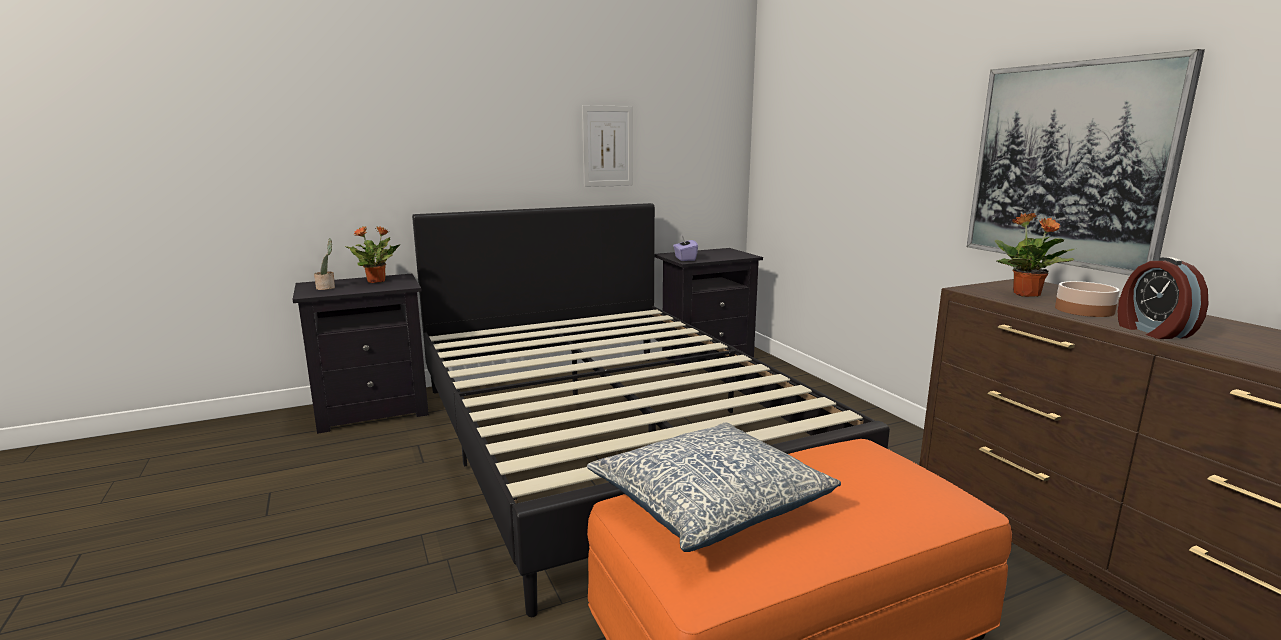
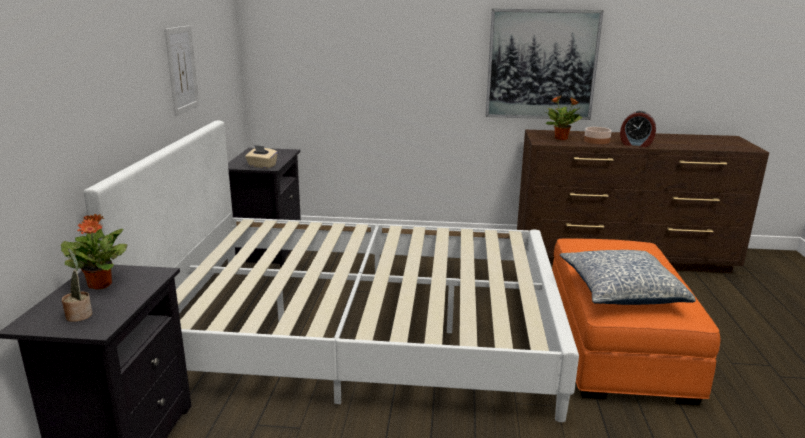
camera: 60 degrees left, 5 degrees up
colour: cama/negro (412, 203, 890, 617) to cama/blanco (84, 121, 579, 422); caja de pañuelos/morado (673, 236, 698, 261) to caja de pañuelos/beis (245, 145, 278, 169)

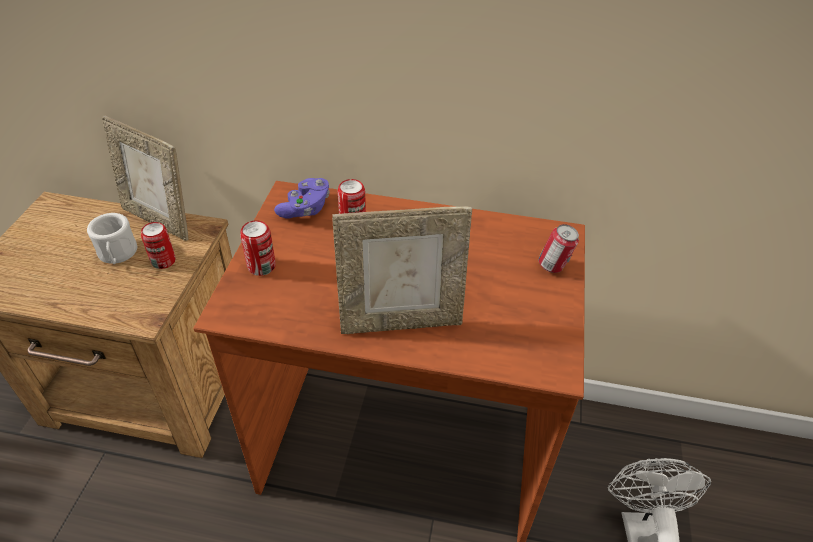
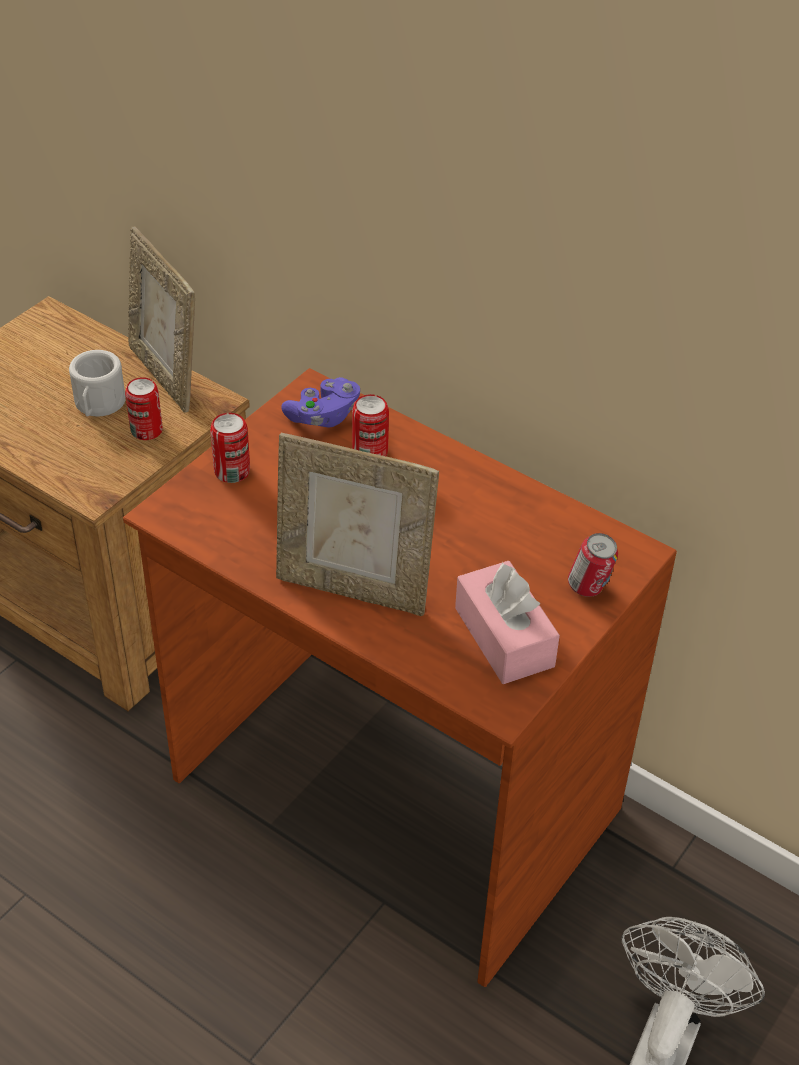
camera: 25 degrees right, 0 degrees up
appeared: caja de pañuelos/rosa (455, 561, 560, 684)

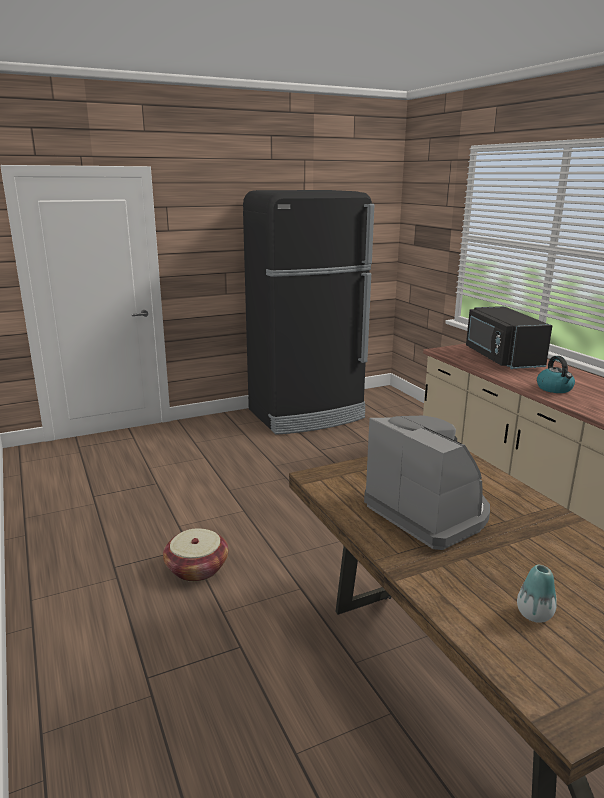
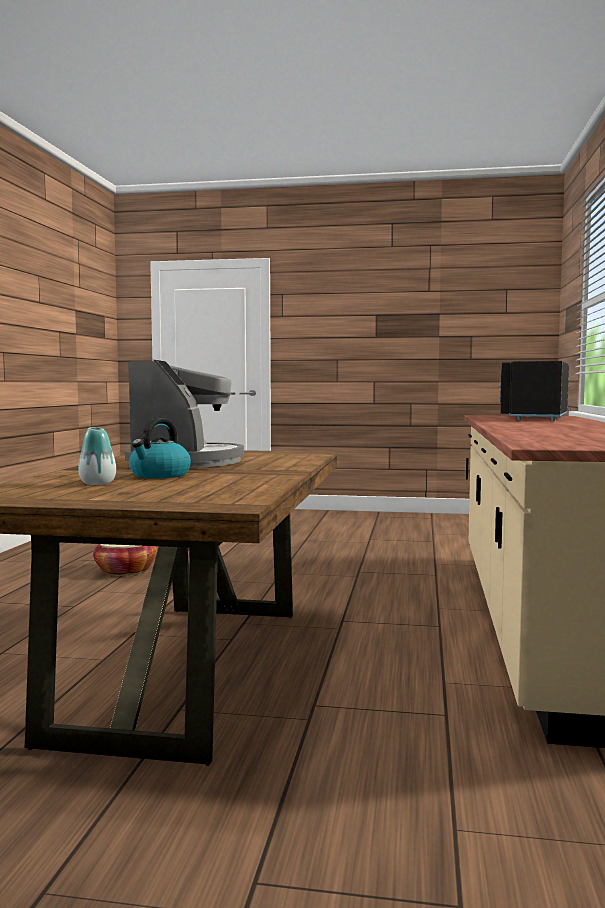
camera: 35 degrees right, 15 degrees down
missing: nevera/negro (243, 190, 375, 435)
relocated: hervidor (537, 356, 575, 393) to (129, 418, 191, 478)

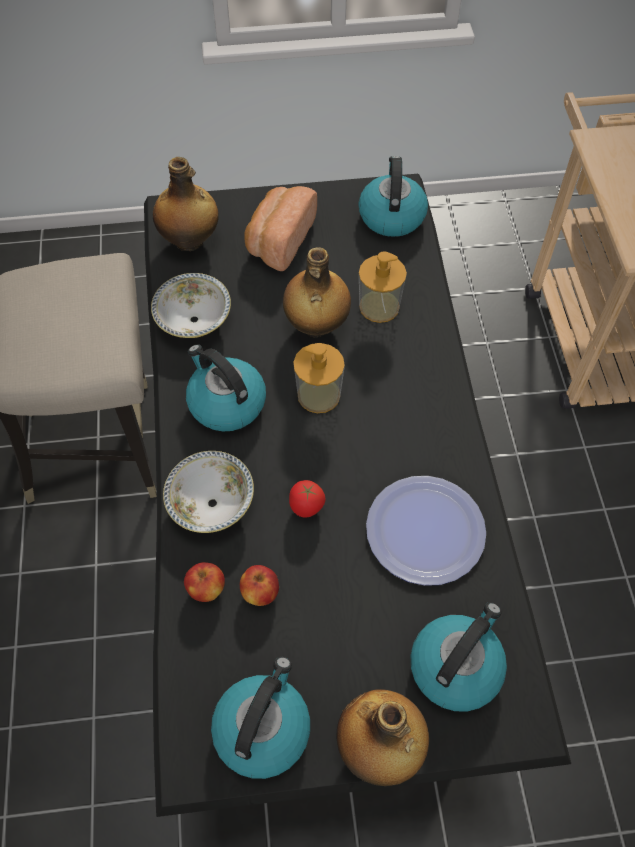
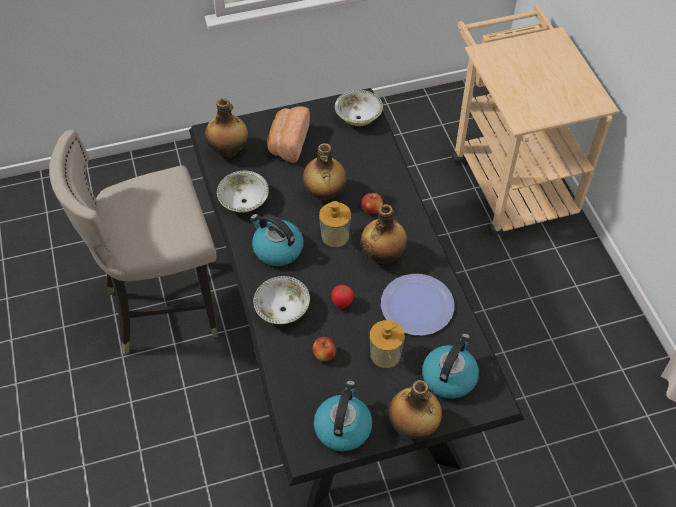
camera: 10 degrees left, 5 degrees down
appeared: botella (361, 204, 407, 265)
relocated: manzana (184, 562, 225, 602) to (361, 193, 383, 214); dispensador de jabón (359, 251, 407, 323) to (370, 320, 405, 368)
exchanged: hervidor (358, 156, 428, 237) to cuenco (335, 90, 383, 126)

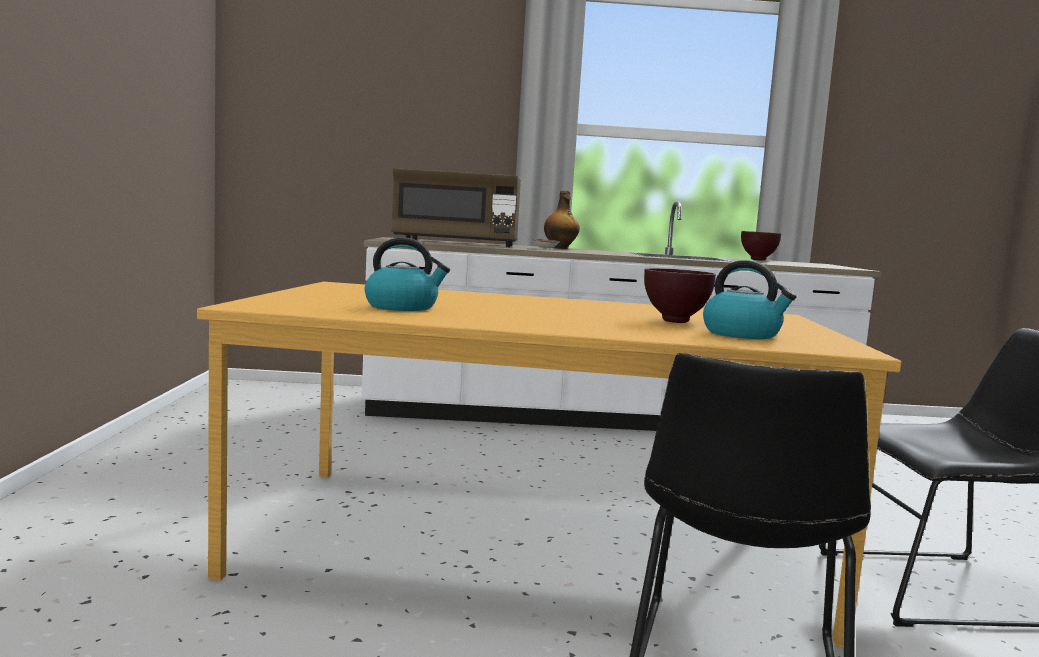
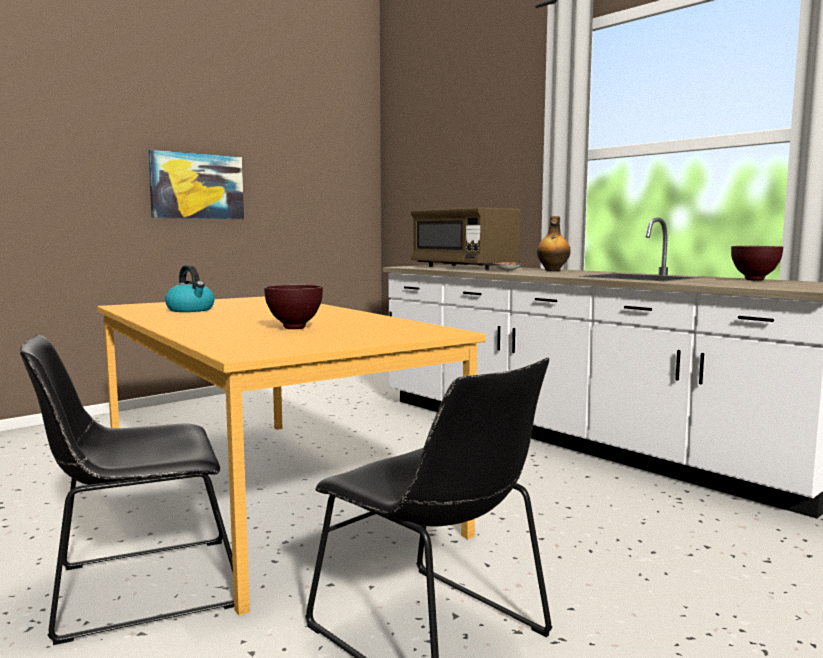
camera: 50 degrees right, 0 degrees up
missing: hervidor (703, 260, 796, 339)
appeared: cuadro (148, 149, 244, 219)

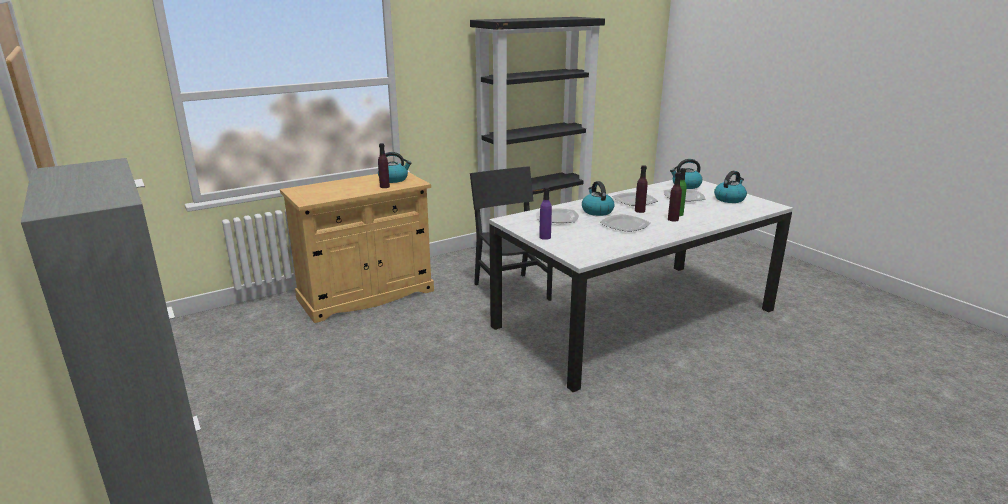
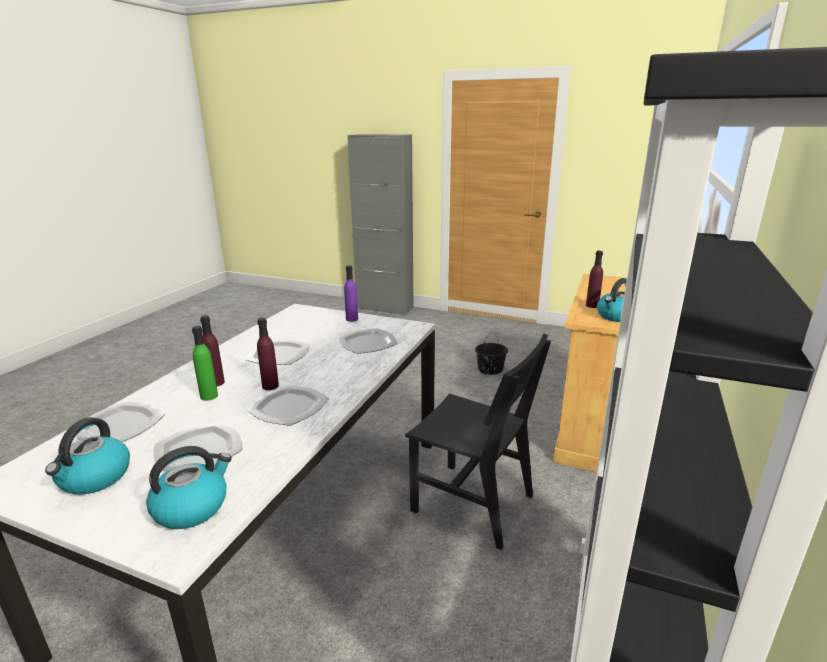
camera: 145 degrees right, 0 degrees up
missing: hervidor (582, 181, 615, 216)
appeared: plato (75, 401, 165, 442); cubo/negro (475, 333, 508, 375)

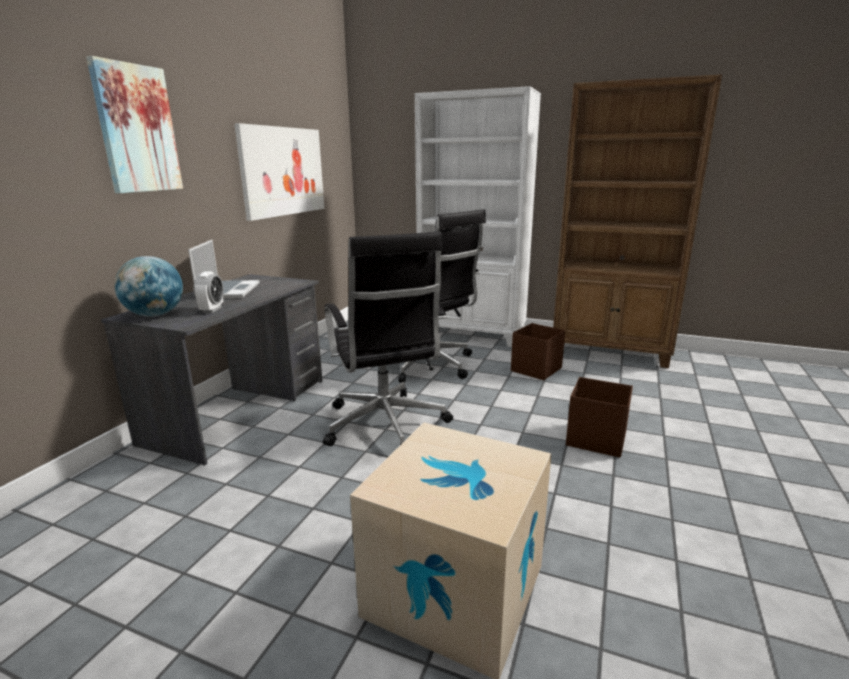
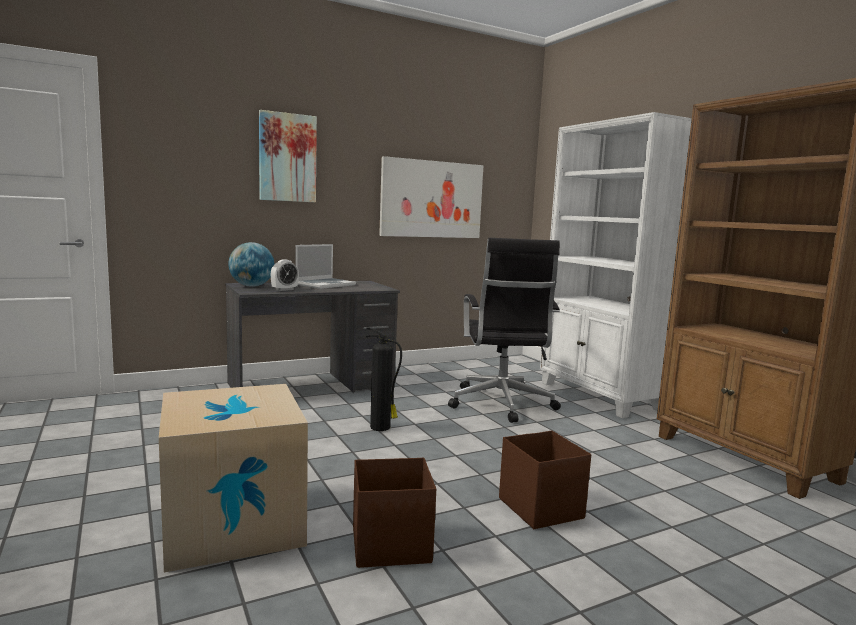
camera: 40 degrees right, 10 degrees down
relocated: caja de almacenaje/marrón (511, 323, 565, 380) to (353, 458, 436, 568)
exchanged: silla de oficina/negro (323, 231, 453, 446) to extintor (366, 328, 402, 431)

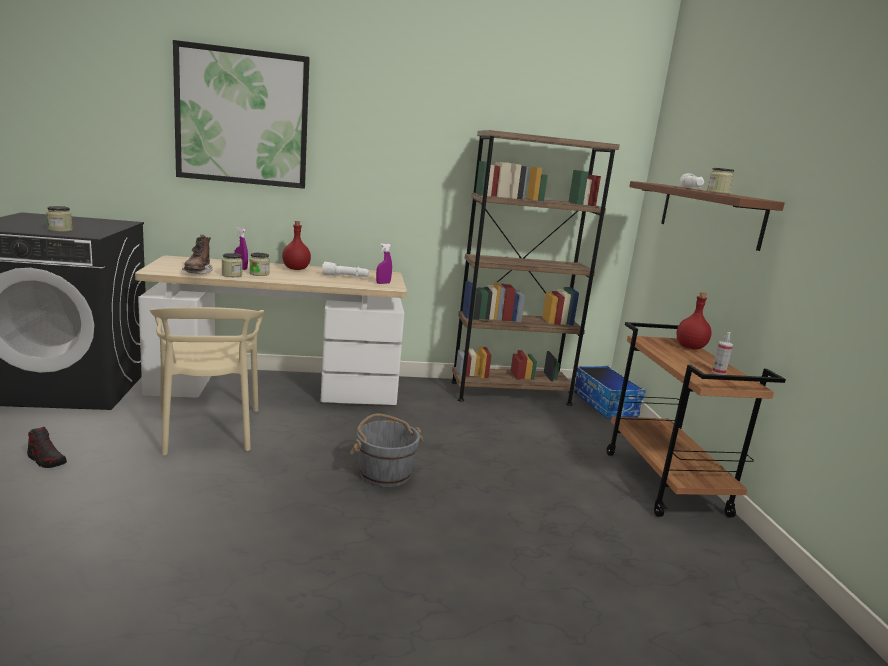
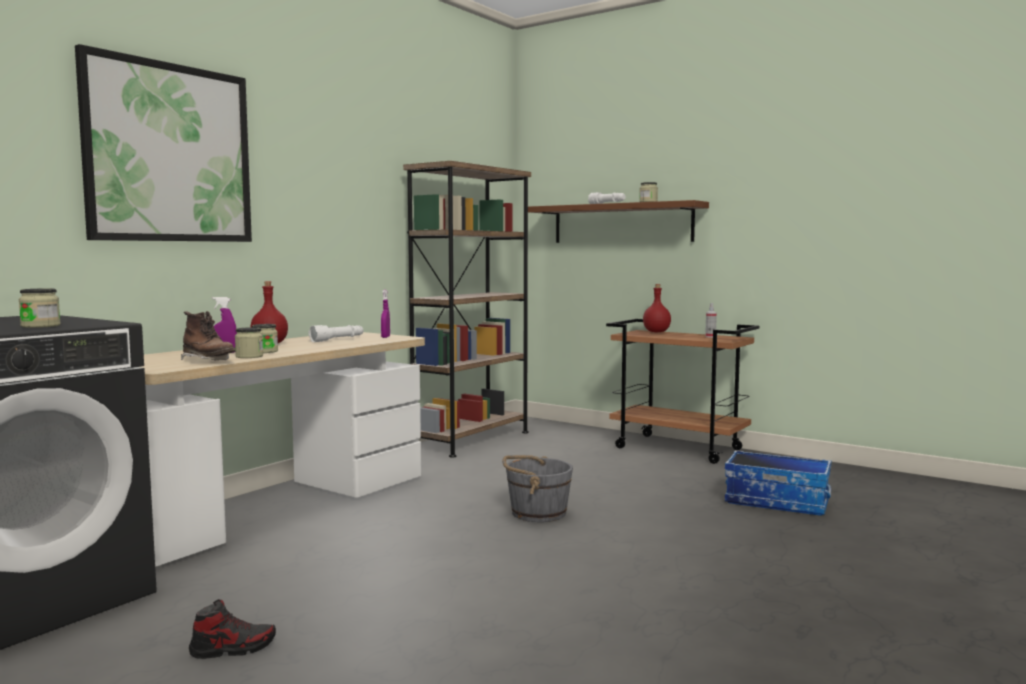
camera: 45 degrees left, 10 degrees down
missing: silla/beis (150, 307, 264, 456)
relocated: caja de almacenaje (573, 366, 646, 418) to (725, 450, 831, 516)

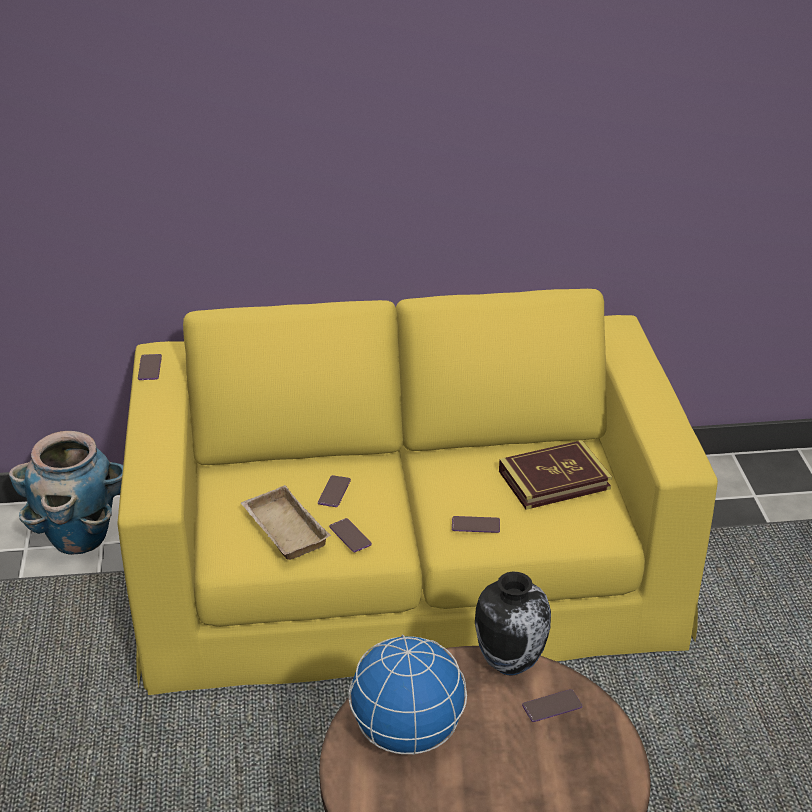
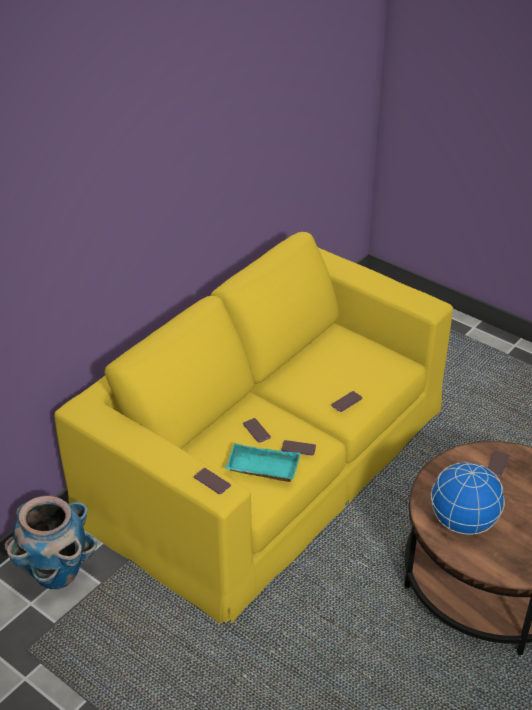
camera: 45 degrees left, 5 degrees up
missing: florero (475, 572, 551, 676); libro (499, 440, 612, 510)
relocated: móvil (138, 354, 162, 380) to (194, 468, 231, 494)
colour: bandeja/beis (241, 485, 331, 560) to bandeja/turquesa (225, 443, 301, 482)

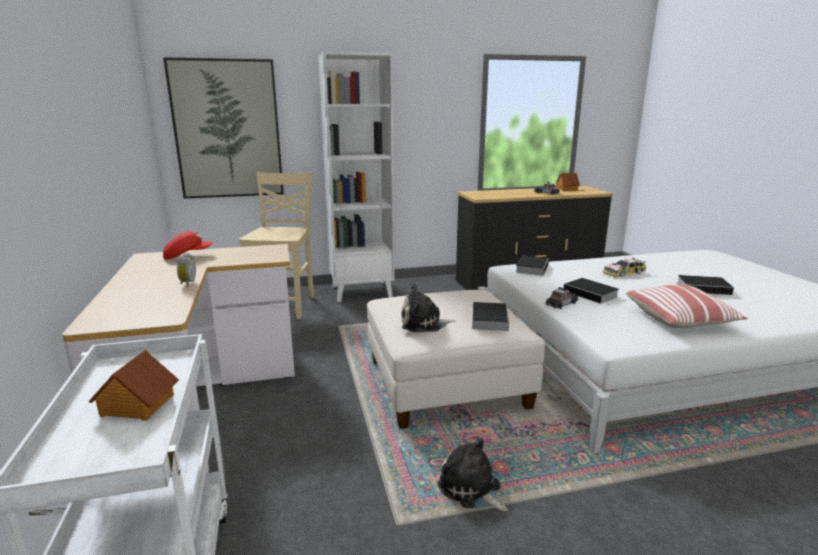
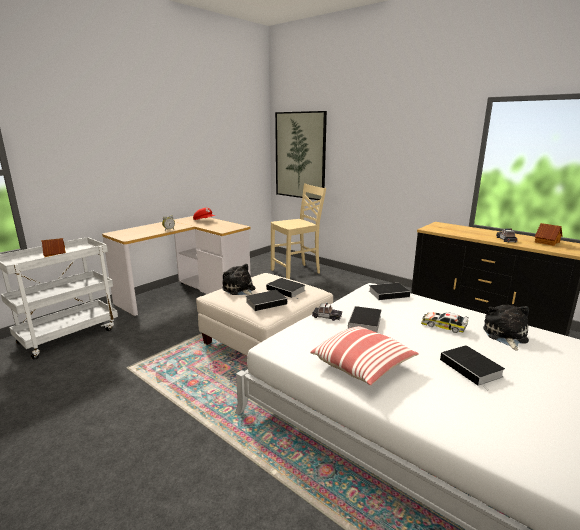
camera: 55 degrees right, 0 degrees up
missing: estantería/blanco (318, 51, 395, 302)
appeared: libro (266, 278, 305, 298)
relocated: peluche (438, 437, 508, 511) to (483, 305, 529, 351)

